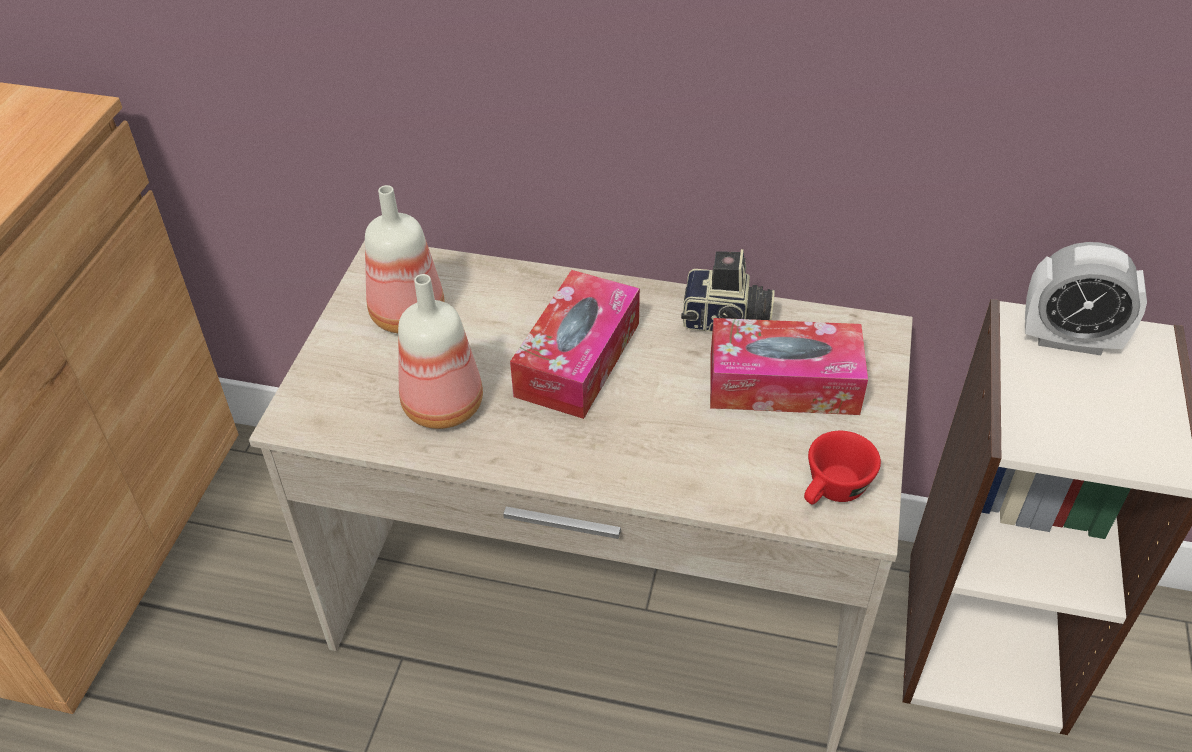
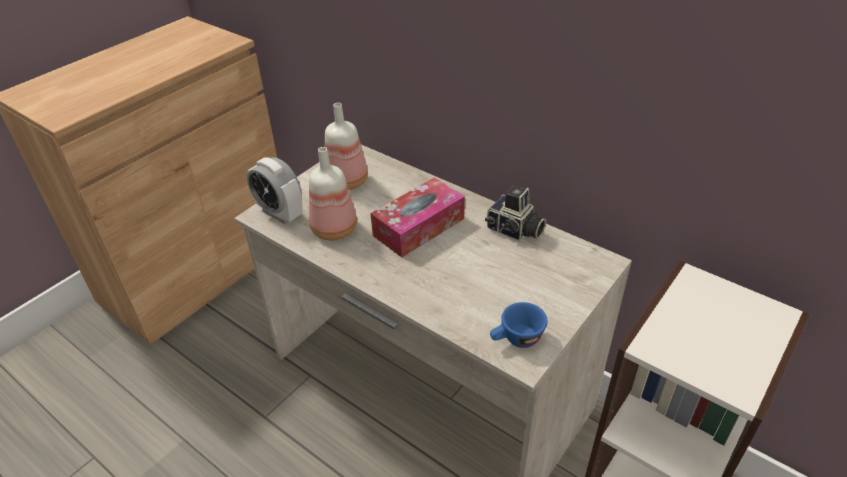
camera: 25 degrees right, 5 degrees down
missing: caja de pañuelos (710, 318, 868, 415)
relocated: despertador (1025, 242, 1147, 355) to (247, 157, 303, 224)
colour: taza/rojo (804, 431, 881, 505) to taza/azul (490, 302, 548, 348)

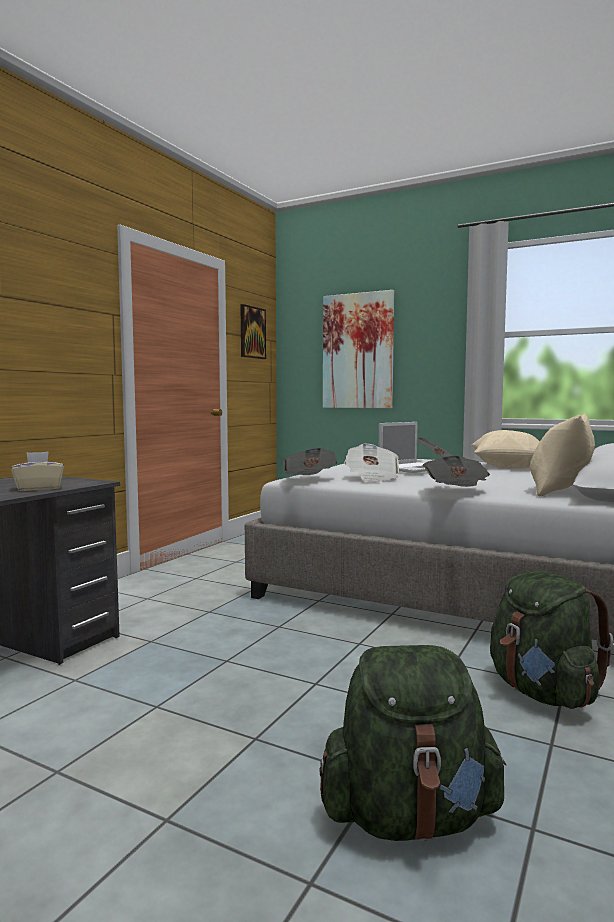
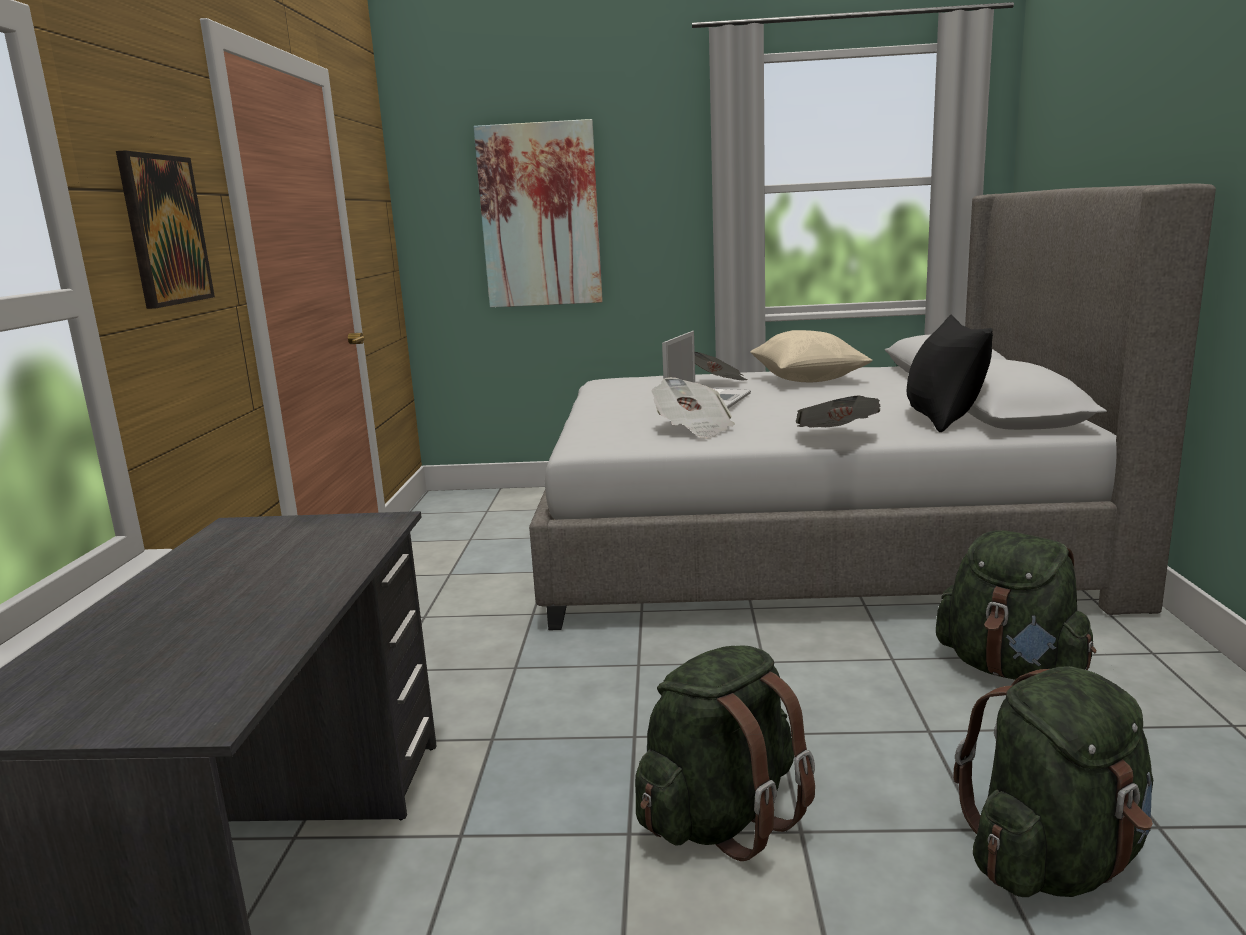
camera: 25 degrees left, 10 degrees up
missing: caja de pañuelos/beis (11, 452, 64, 491); periódico (283, 448, 337, 475)
appeared: mochila/verde (635, 646, 815, 861)
relocated: cuadro (240, 304, 266, 359) to (116, 150, 215, 309)
colour: cojín/beis (530, 413, 595, 496) to cojín/negro (907, 314, 993, 432)

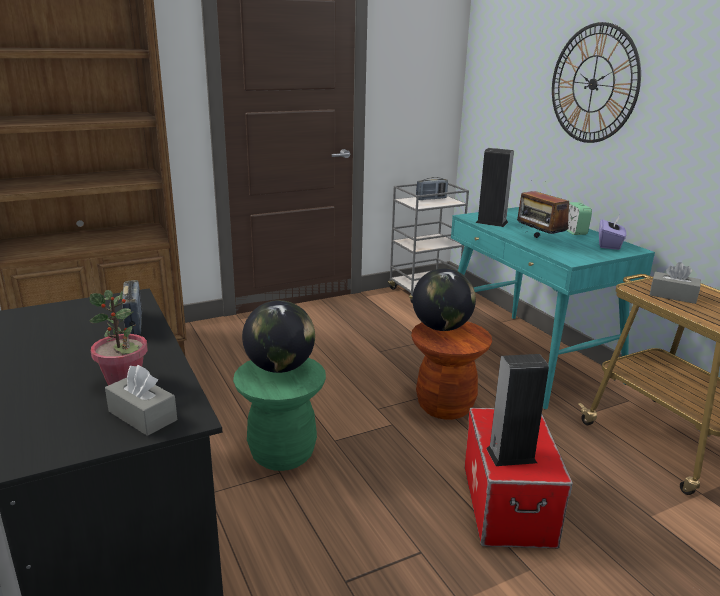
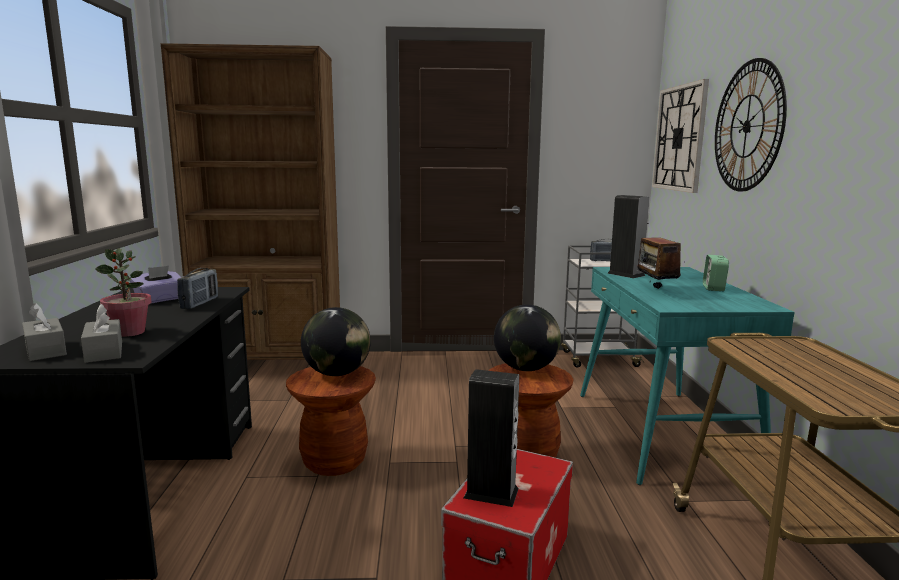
camera: 25 degrees right, 10 degrees down
appeared: reloj de pared (652, 79, 709, 193)
relocated: caja de pañuelos/morado (599, 216, 626, 250) to (130, 266, 181, 303); caja de pañuelos/gris (650, 262, 701, 304) to (22, 303, 67, 361)
colour: taburete/verde (233, 358, 326, 471) to taburete/marrón (286, 366, 376, 476)

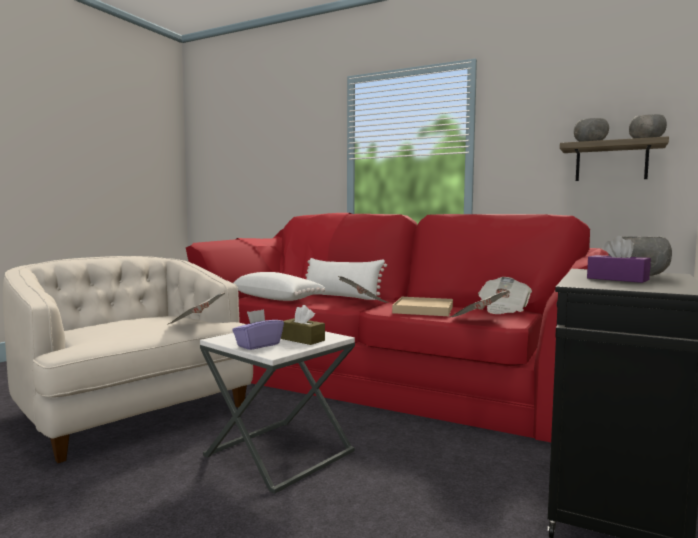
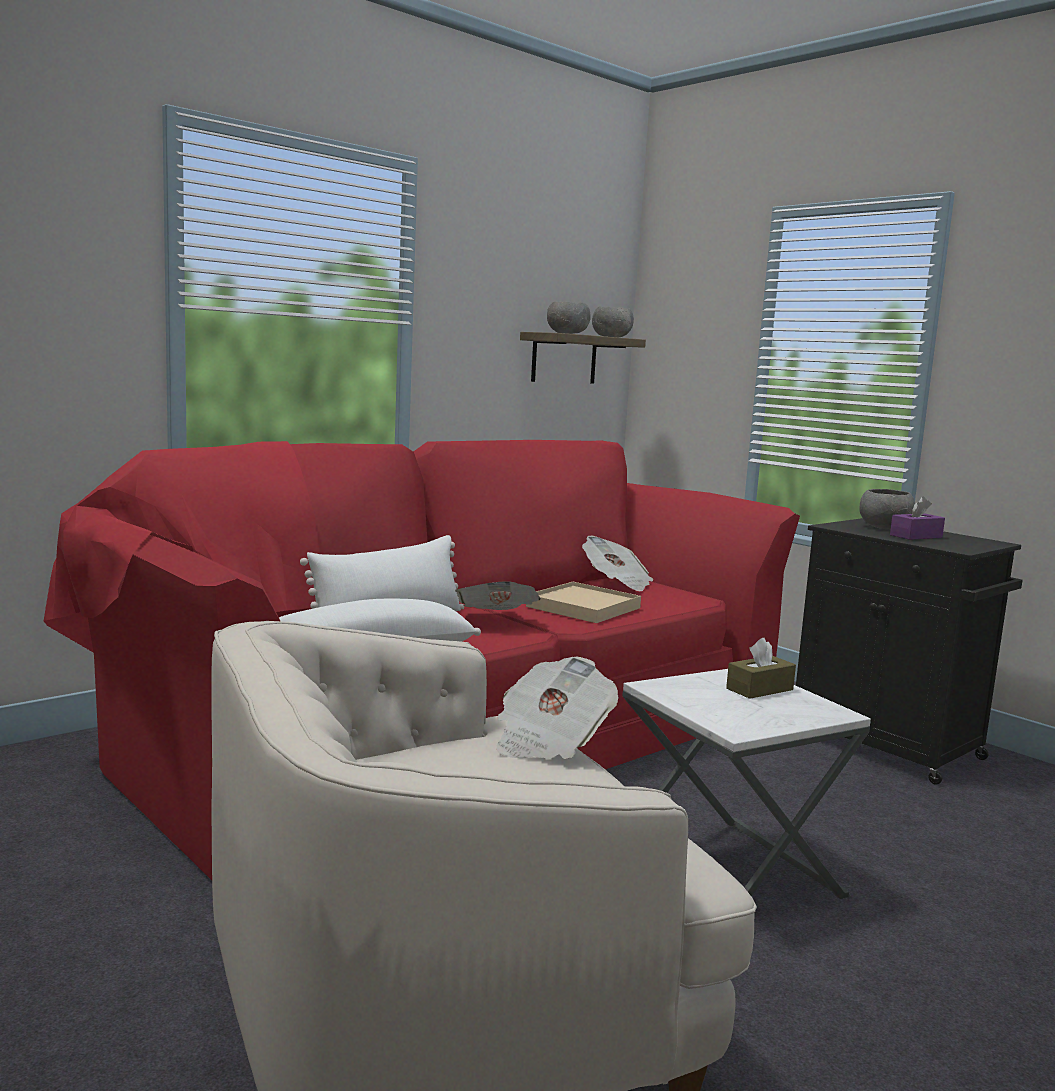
camera: 70 degrees left, 5 degrees up
missing: caja de pañuelos/morado (232, 309, 284, 350); periódico (450, 290, 509, 317)

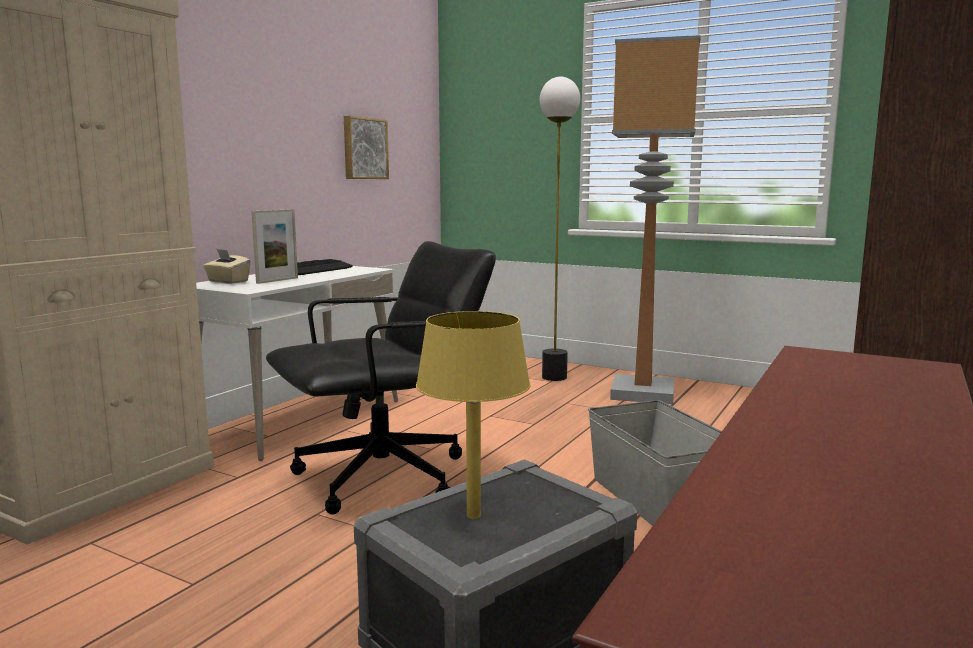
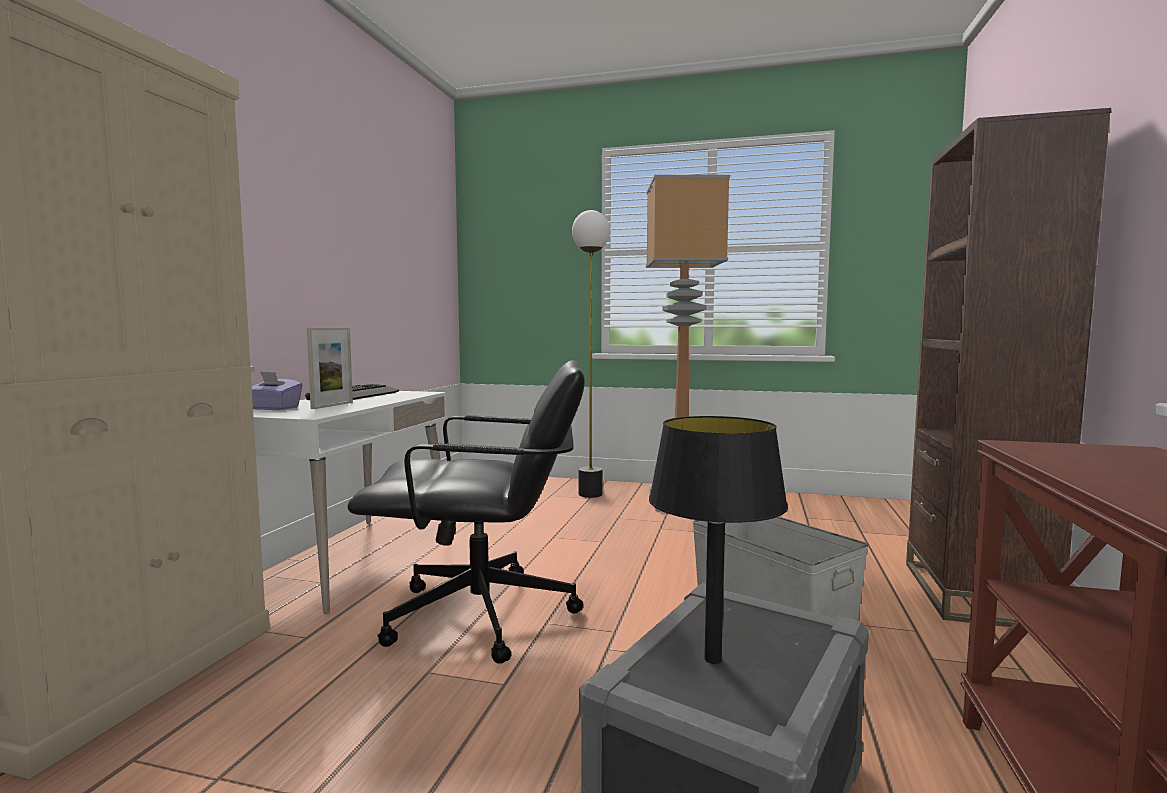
camera: 15 degrees left, 5 degrees down
missing: cuadro (344, 116, 389, 179)
colour: caja de pañuelos/beis (203, 249, 251, 284) to caja de pañuelos/morado (252, 371, 302, 410); lámpara de mesa/amarillo (416, 311, 531, 519) to lámpara de mesa/negro (649, 416, 788, 664)
spun: silla de oficina/negro (266, 241, 496, 515) = (347, 360, 585, 664) 45 degrees clockwise

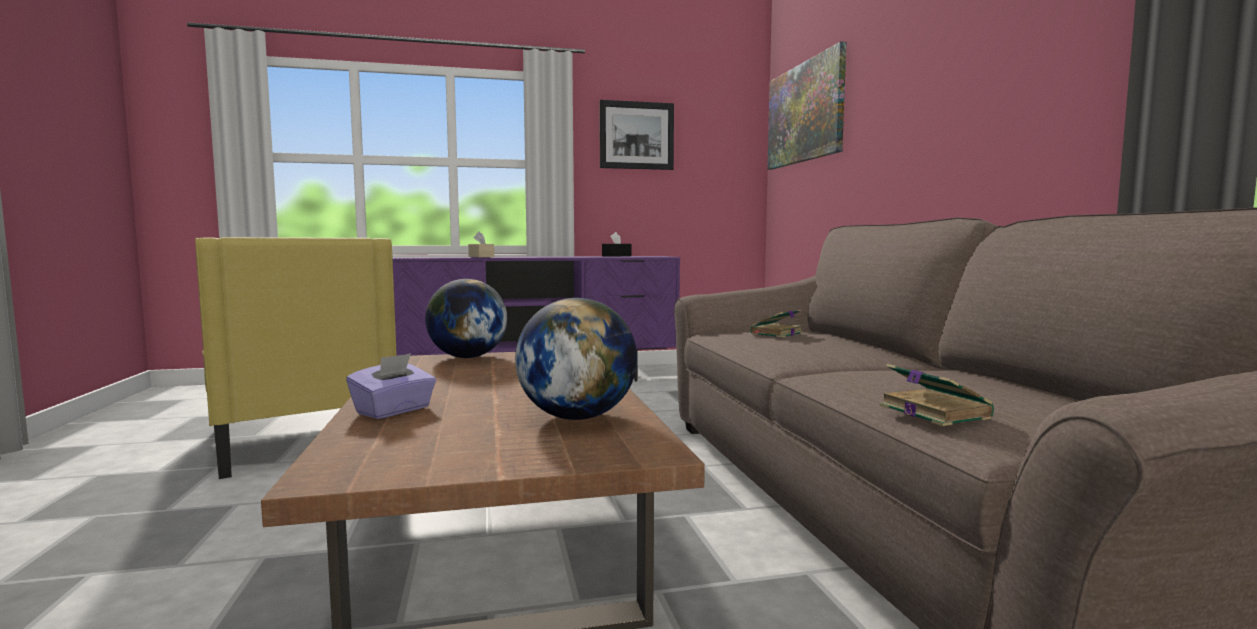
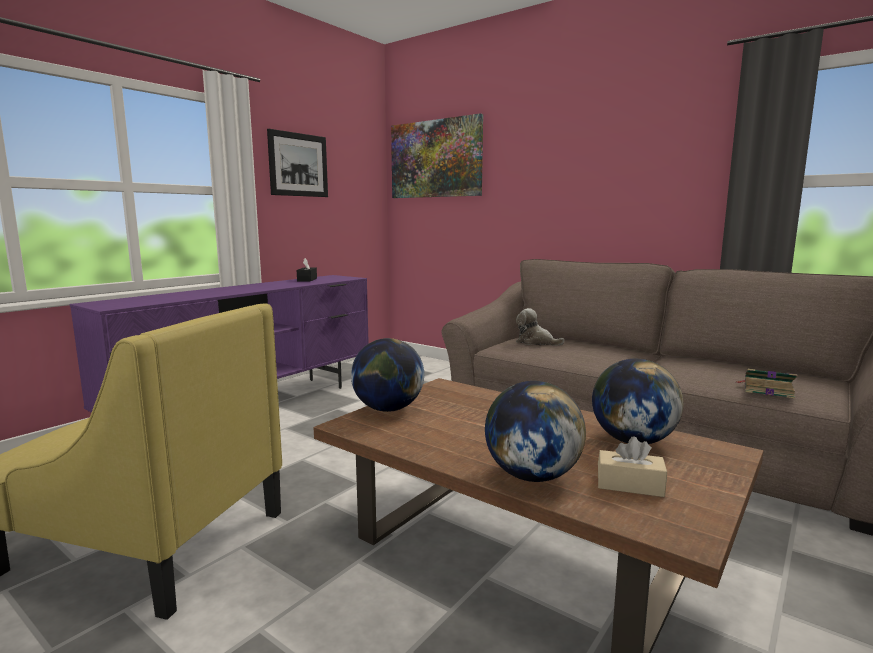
camera: 40 degrees left, 5 degrees up
relocated: caja de pañuelos/beis (468, 231, 494, 257) to (598, 436, 667, 497)
exchanged: caja de pañuelos/morado (346, 353, 436, 419) to globo terráqueo (485, 381, 586, 482); libro (750, 309, 804, 338) to peluche (516, 308, 565, 345)

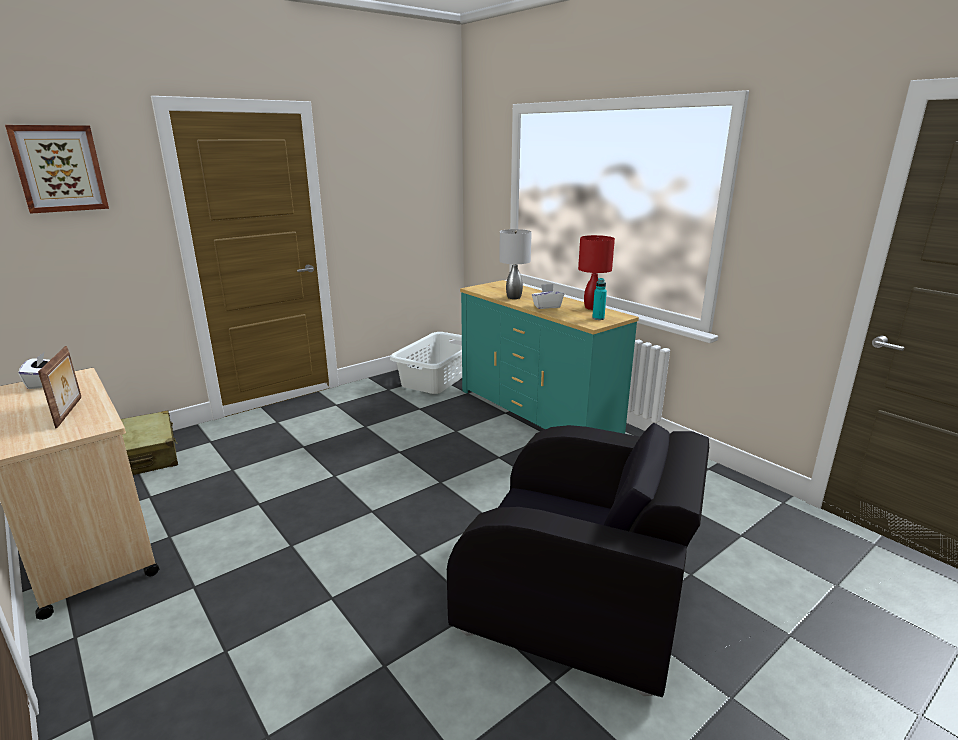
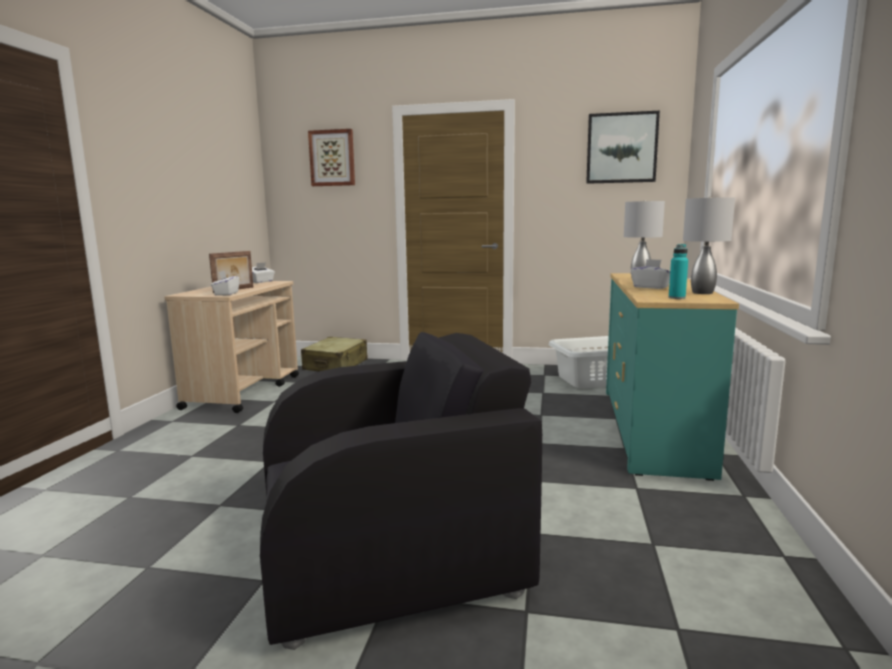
camera: 50 degrees right, 10 degrees down
appeared: caja de pañuelos/blanco (211, 271, 239, 296); cuadro (586, 111, 660, 184)
colour: lámpara de mesa/rojo (578, 235, 615, 310) to lámpara de mesa/gris (683, 196, 735, 294)
spun: sillón/negro (447, 423, 709, 697) = (260, 332, 542, 650) 90 degrees counterclockwise

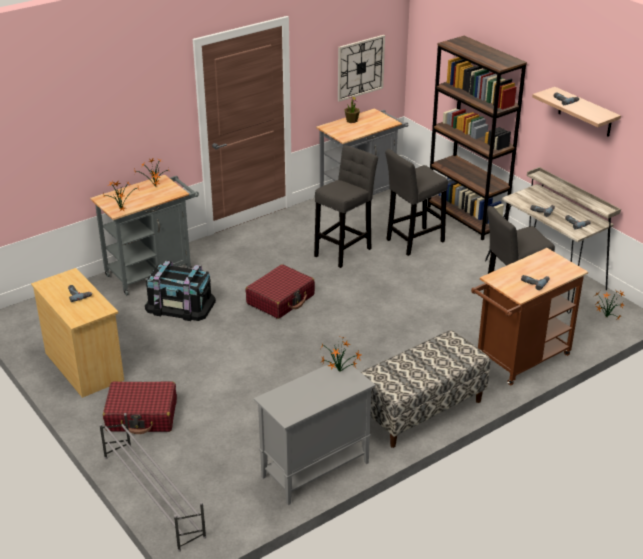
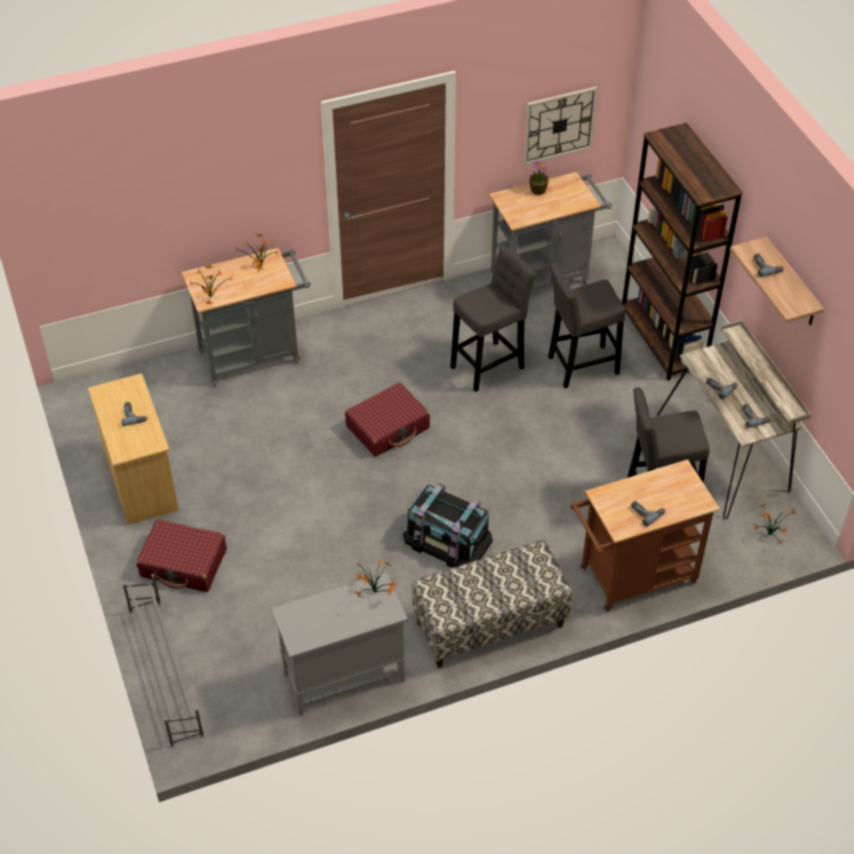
camera: 15 degrees right, 15 degrees up
relocated: caja de almacenaje/negro (145, 261, 216, 321) to (403, 484, 493, 568)

